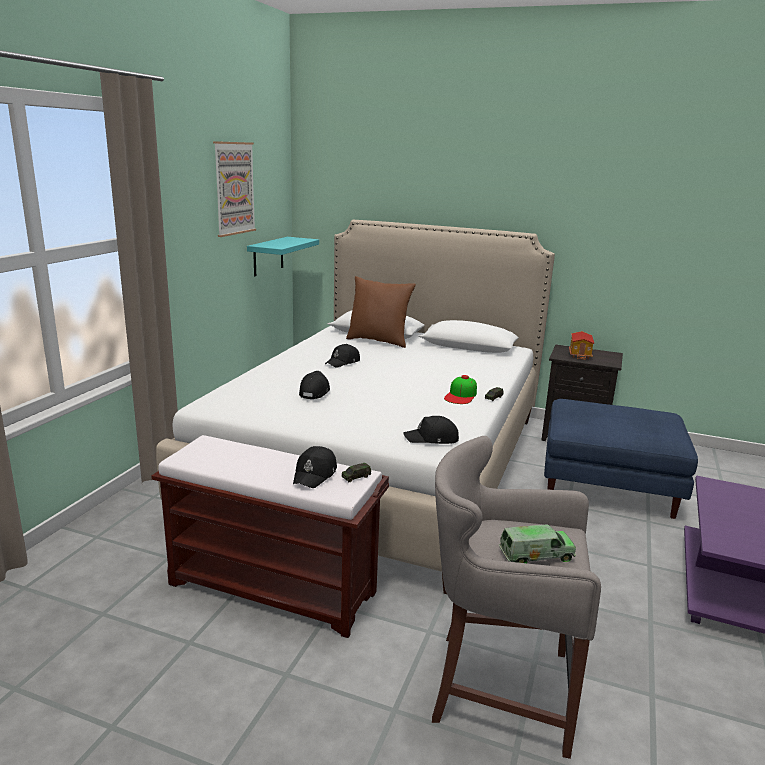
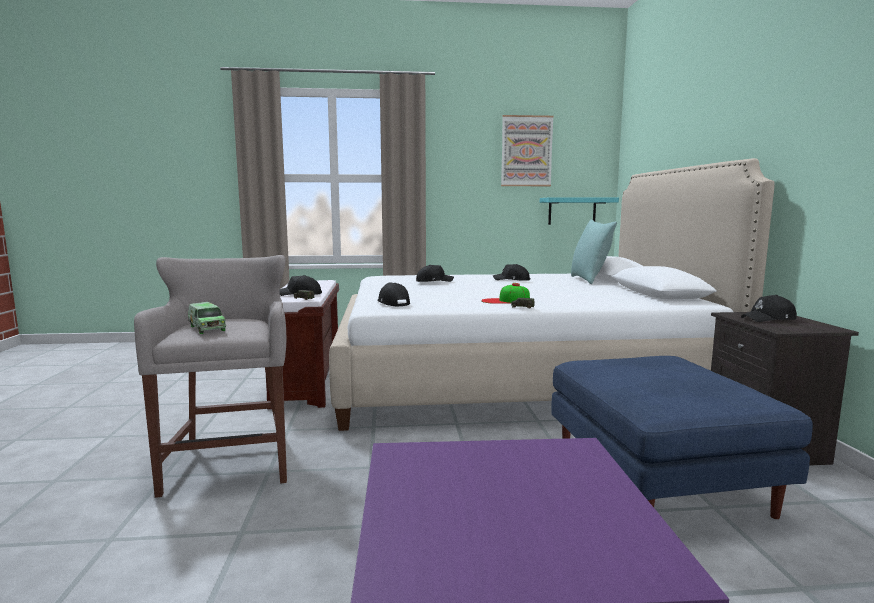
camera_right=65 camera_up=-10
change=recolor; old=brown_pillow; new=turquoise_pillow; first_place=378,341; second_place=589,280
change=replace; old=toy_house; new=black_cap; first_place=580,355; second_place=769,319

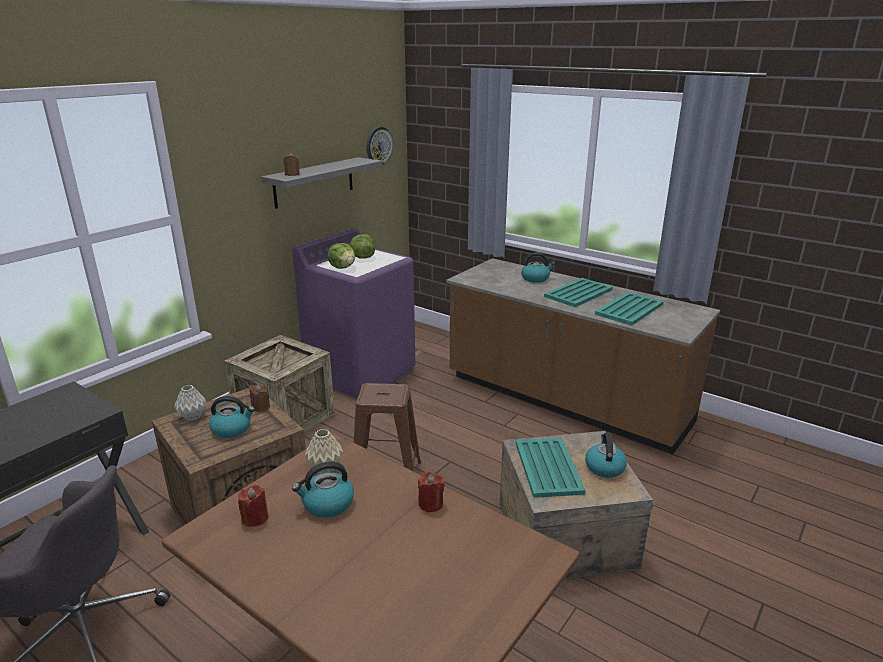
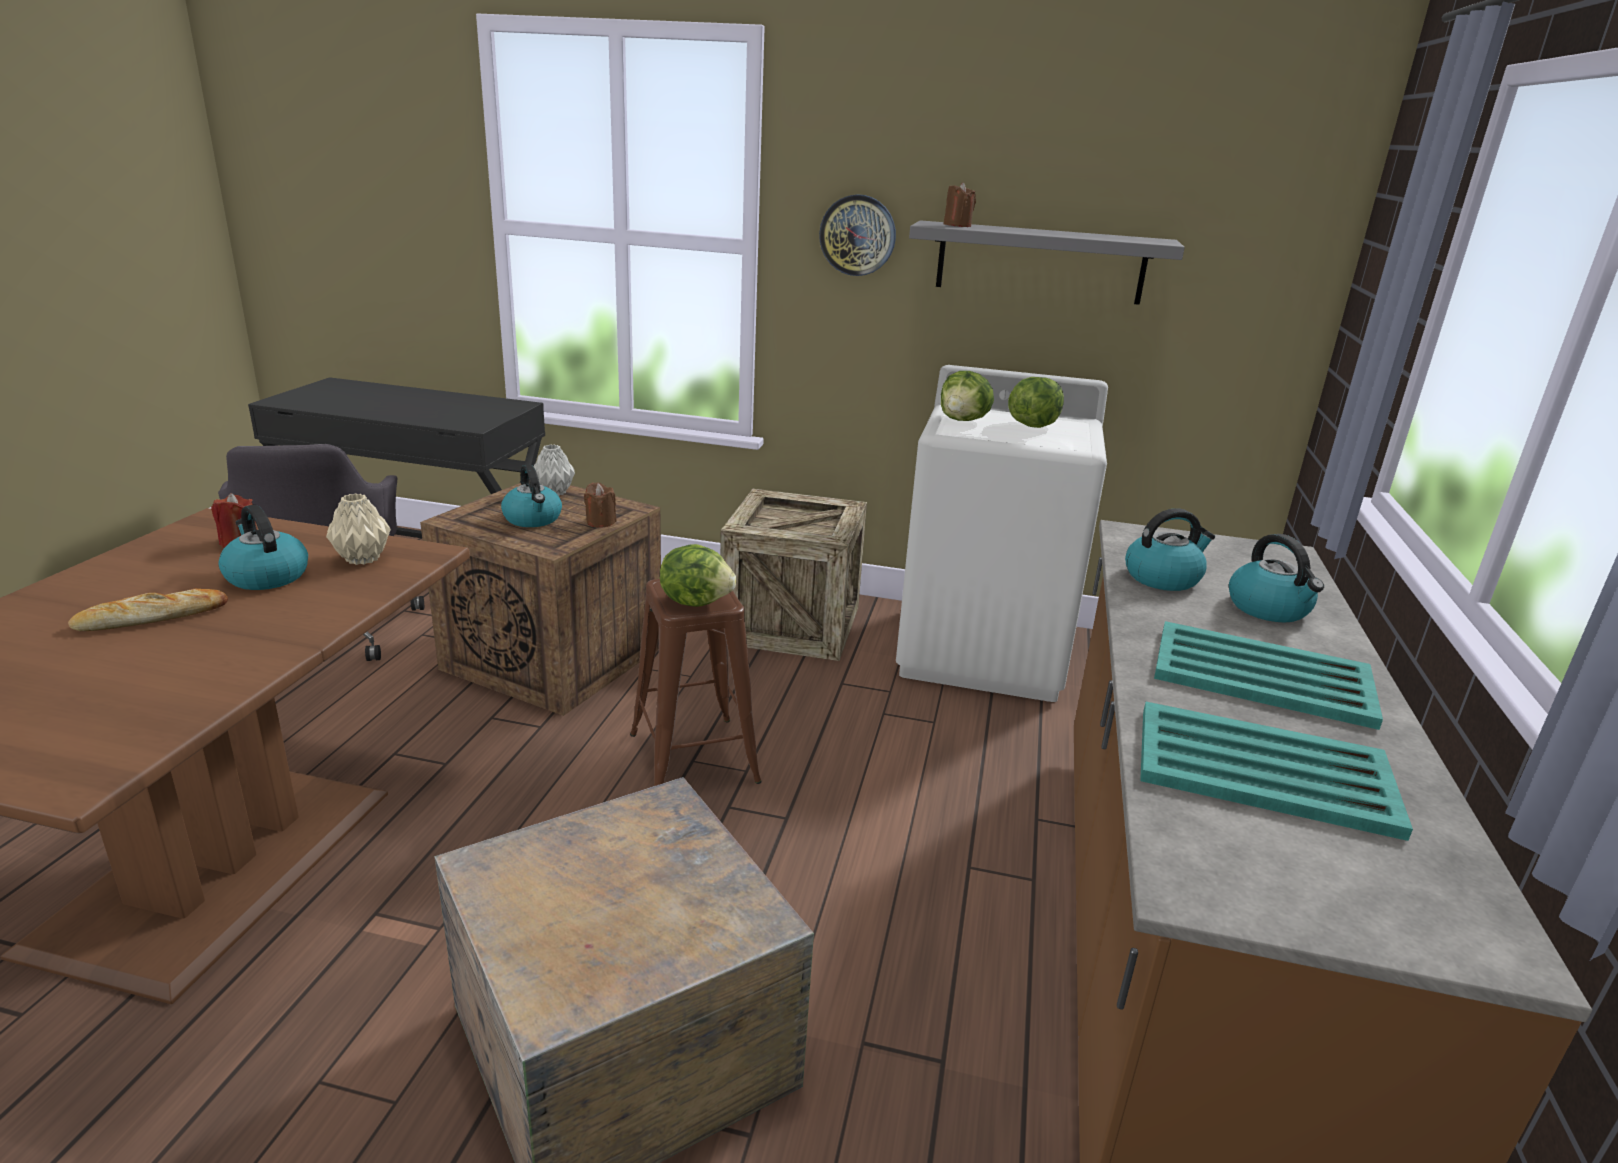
camera_right=65 camera_up=0
change=insert; new=bread; second_place=152,617
change=insert; new=lettuce; second_place=696,601
change=move; old=wall_clock; first_place=379,146; second_place=857,235
change=recolor; old=purple_washing_machine; new=white_washing_machine; first_place=361,373; second_place=984,652
change=move; old=kettle; first_place=604,467; second_place=1163,577
change=delete; old=red_candle; first_place=430,504
change=delete; old=turquoise_tray; first_place=548,468

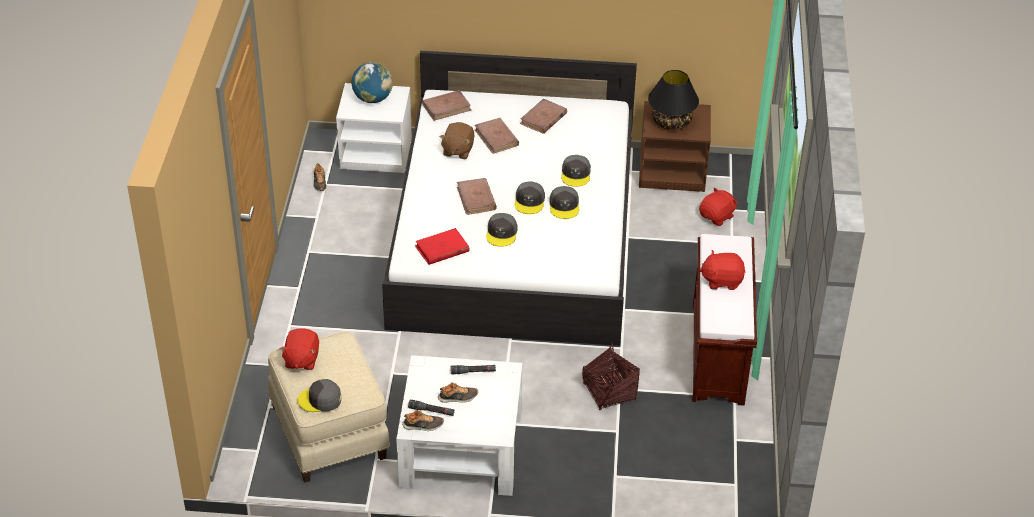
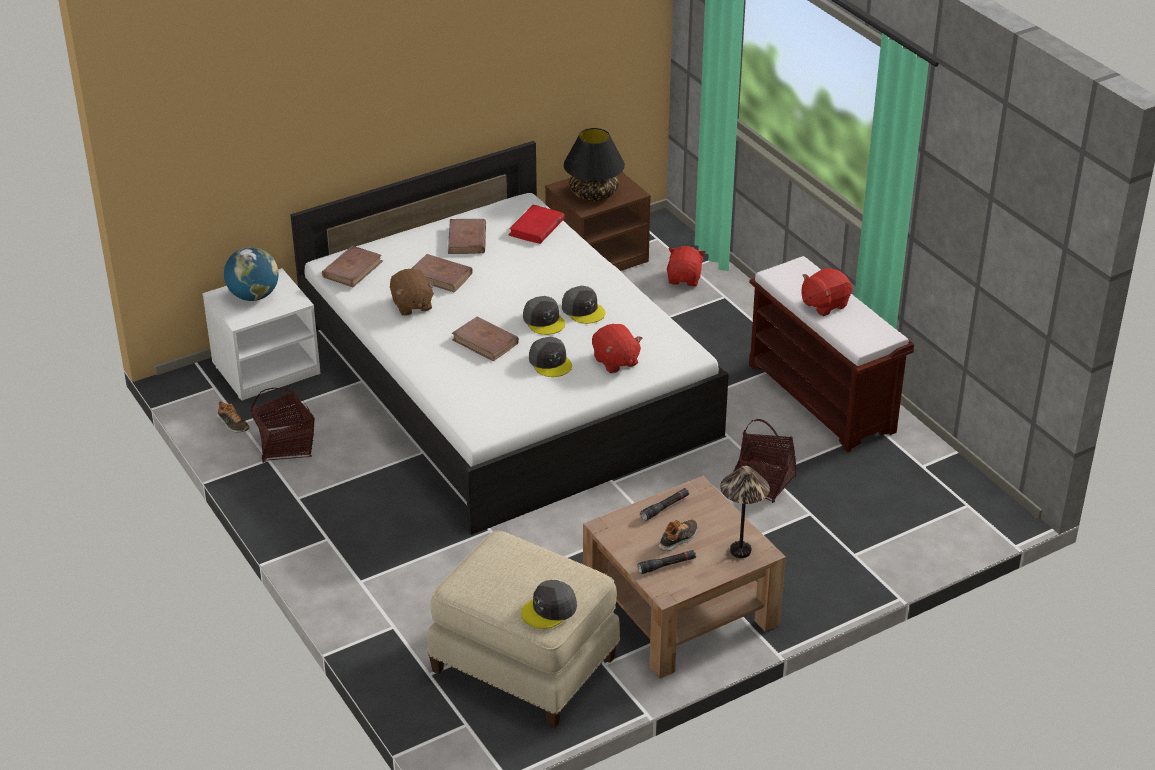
camera_right=-35 camera_up=-5
change=insert; new=basket; second_place=285,445
change=move; old=red_book; first_place=442,249; second_place=536,227
change=recolor; old=white_coffee_table; new=brown_coffee_table; first_place=461,449; second_place=680,608
change=move; old=red_plush_toy; first_place=301,360; second_place=615,361
change=insert; new=table_lamp; second_place=740,550
change=delete; old=shoe; first_place=423,425
change=delete; old=grey_cap; first_place=576,174

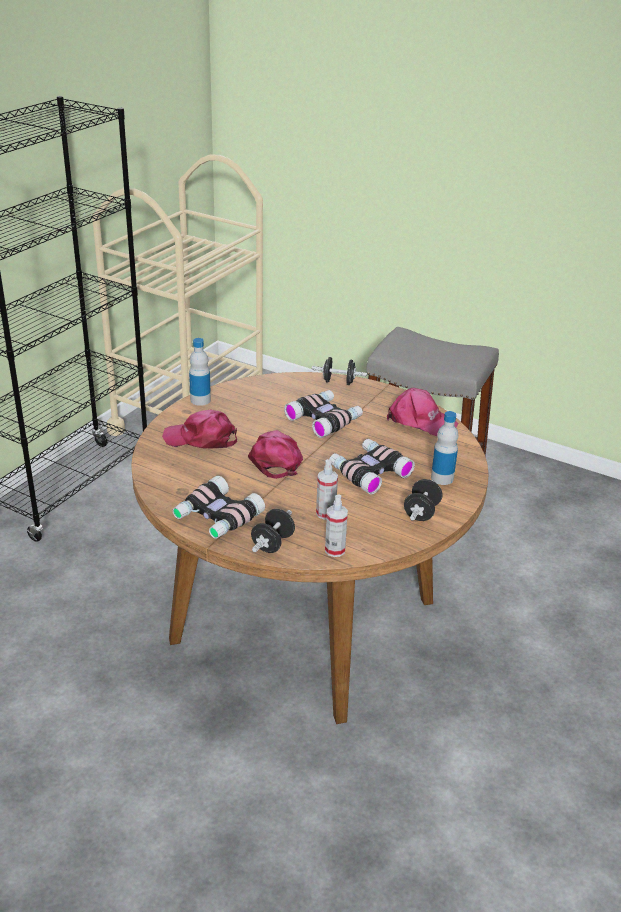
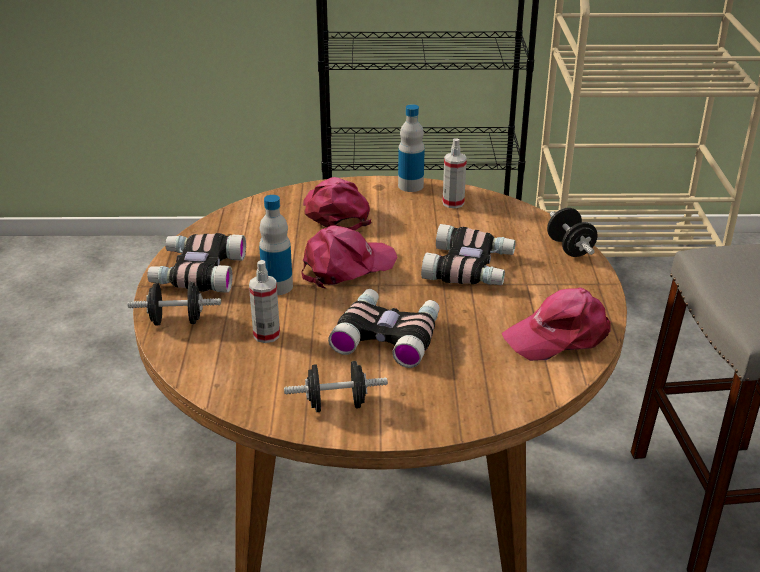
camera_right=60 camera_up=0
change=move; old=bottle; first_place=442,478; second_place=277,287
change=move; old=spray_bottle; first_place=335,550; second_place=453,203
change=rotate; old=pink_cap; first_place=420,421; second_place=559,336; degrees=75

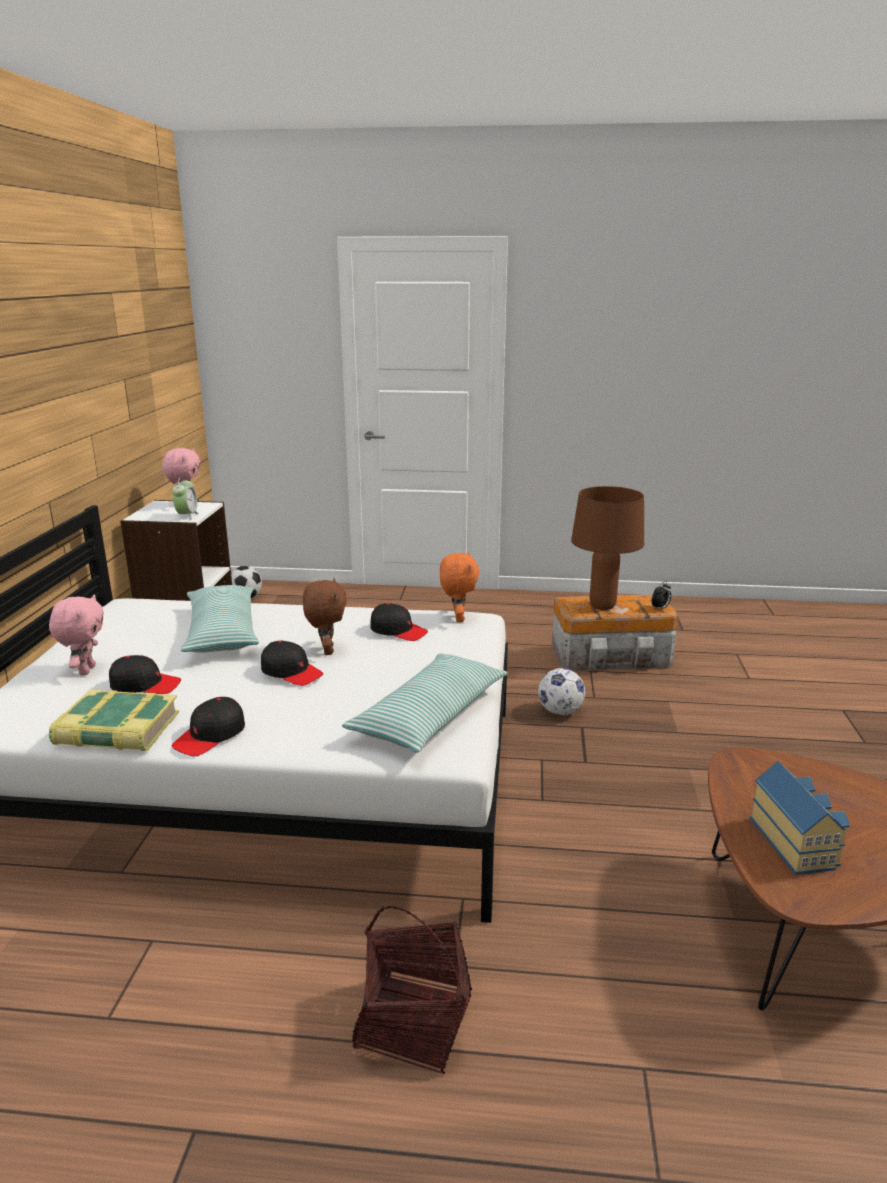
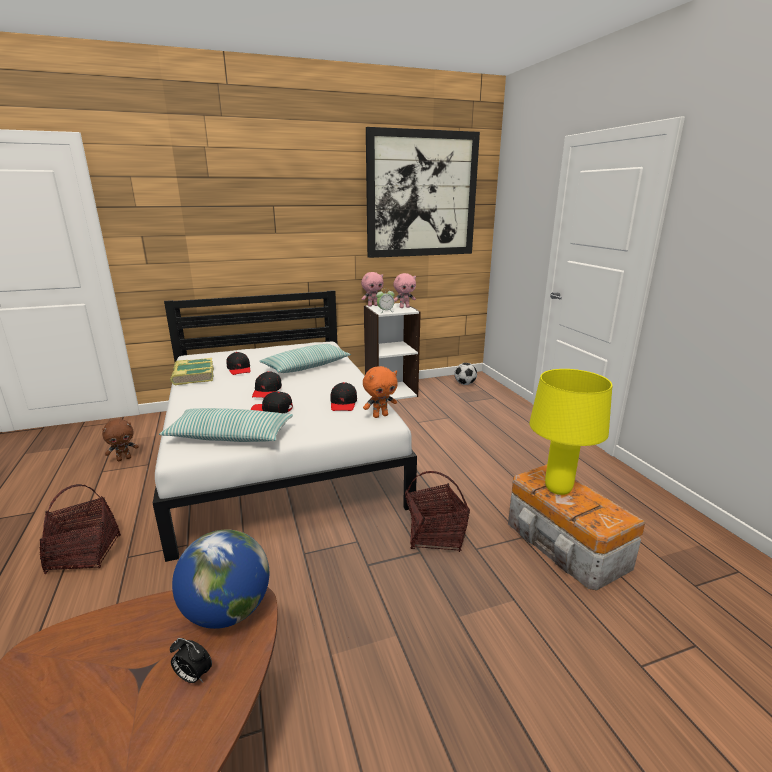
camera_right=65 camera_up=0
change=move; old=brown_plush_toy; first_place=326,650; second_place=124,458
change=move; old=alarm_clock; first_place=660,608; second_place=193,676
change=insert; new=globe; second_place=227,611
change=move; old=black_cap; first_place=210,736; second_place=272,409
change=move; old=pink_plush_toy; first_place=86,670; second_place=372,305
change=insert; new=picture; second_place=422,195
change=replace; old=football; new=basket; first_place=560,711; second_place=435,535
change=recolor; old=brown_table_lamp; new=yellow_table_lamp; first_place=603,606; second_place=558,489
change=delete; old=toy_house; first_place=795,841

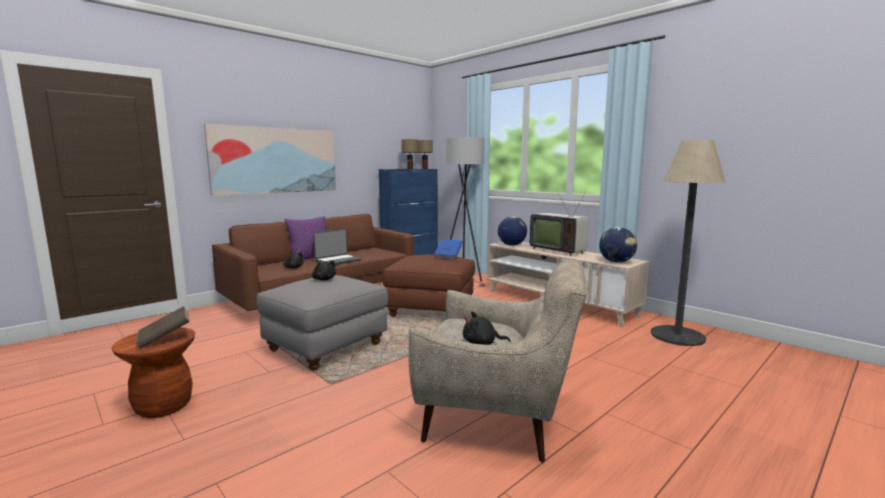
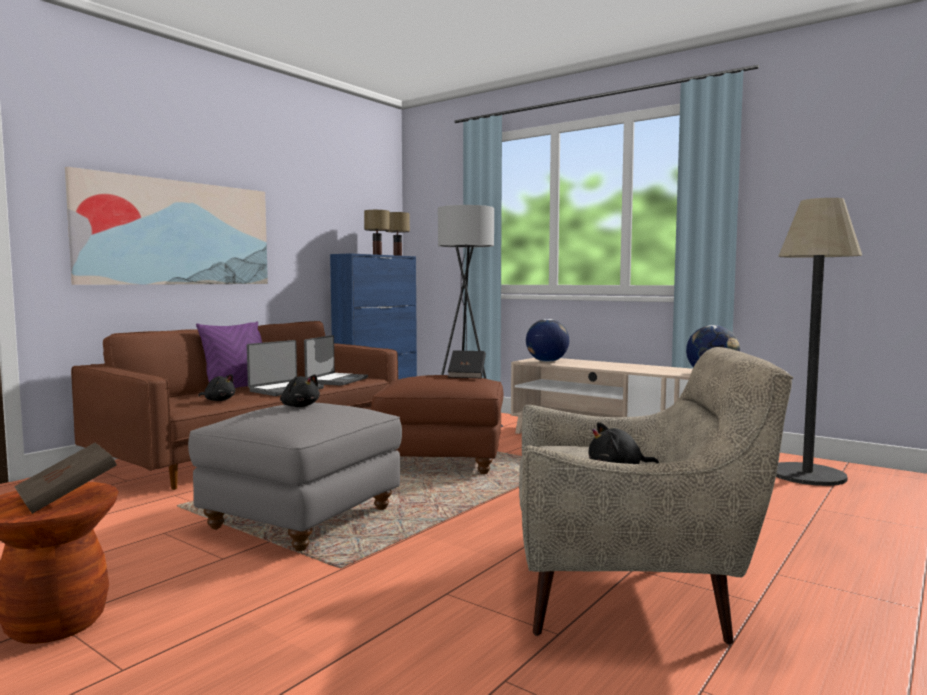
camera_right=-10 camera_up=-5
change=insert; new=laptop; second_place=336,380
change=recolor; old=blue_book; new=black_book; first_place=448,256; second_place=467,375
change=delete; old=television; first_place=558,250

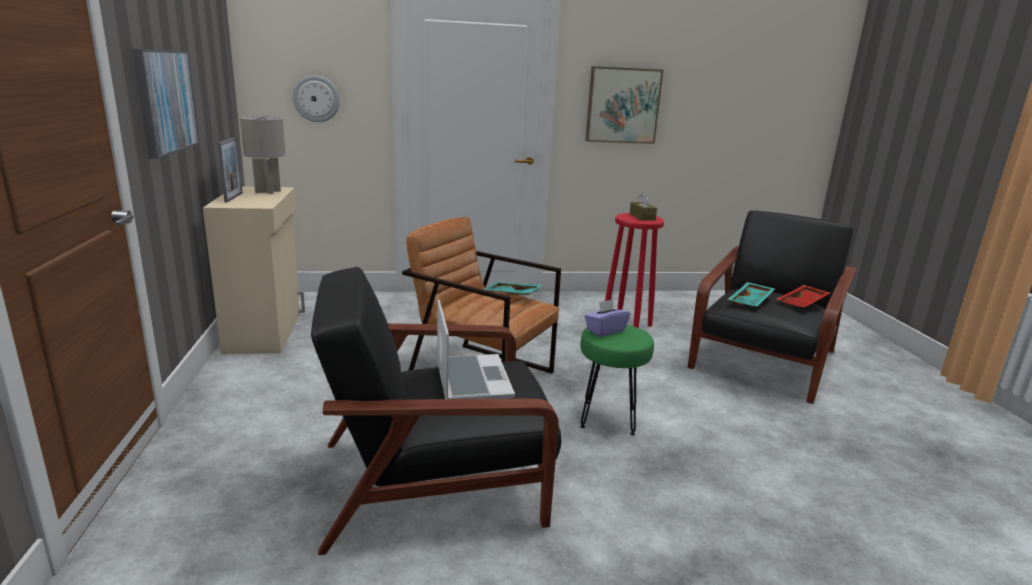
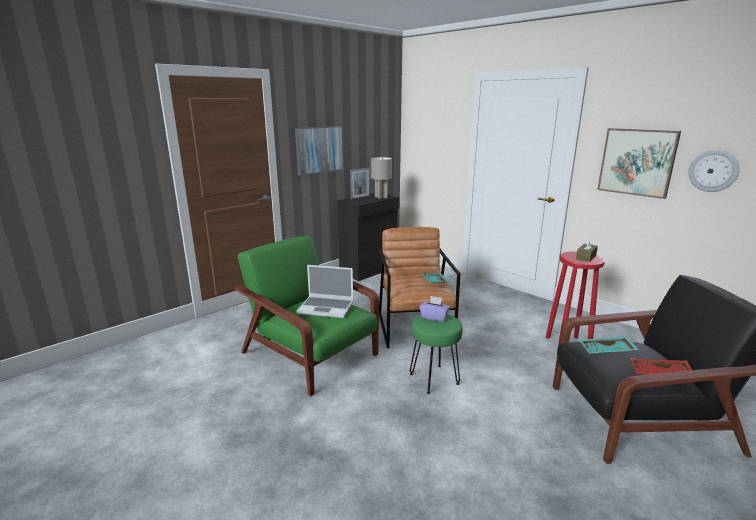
camera_right=55 camera_up=0
change=recolor; old=black_armchair; new=green_armchair; first_place=436,481; second_place=311,355
change=rotate; old=laptop; first_place=471,379; second_place=326,308; degrees=60
change=recolor; old=beige_cabinet; new=black_cabinet; first_place=265,332; second_place=369,270
change=move; old=wall_clock; first_place=316,98; second_place=713,171

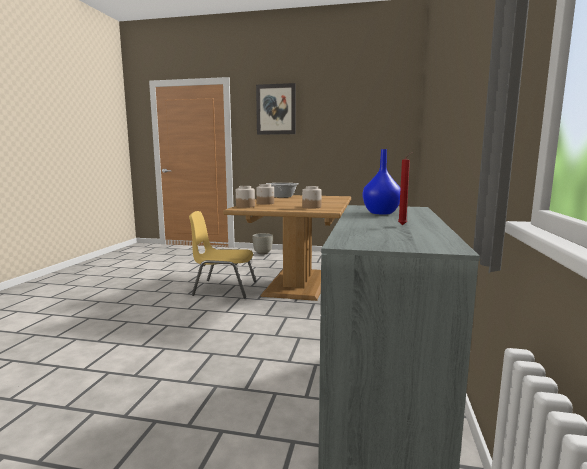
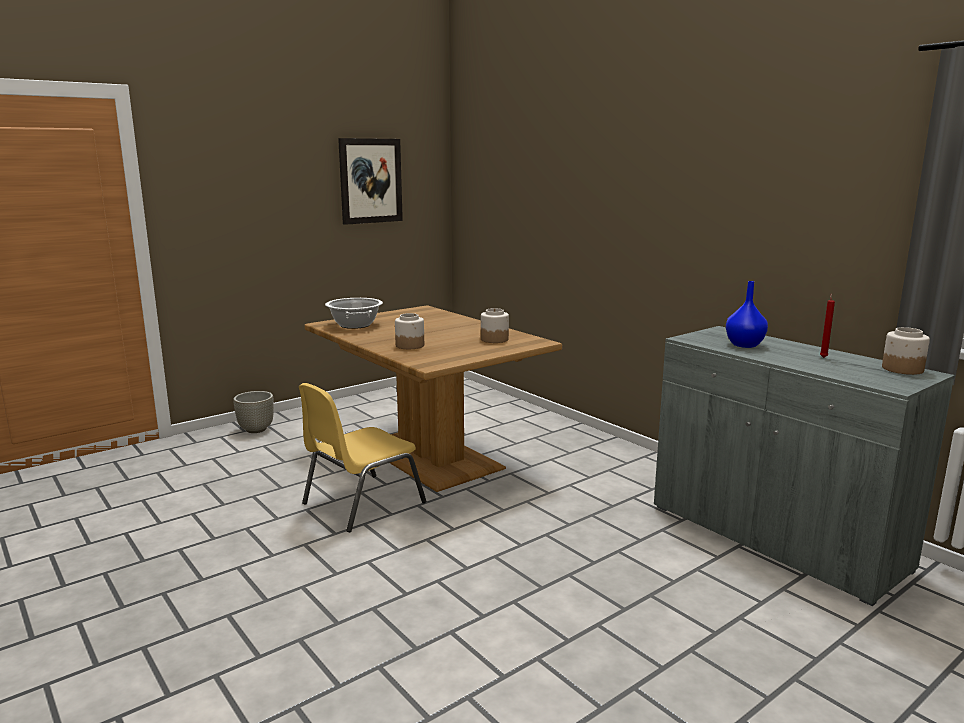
camera_right=-50 camera_up=5
change=move; old=picture; first_place=276,109; second_place=370,181
change=move; old=jar; first_place=245,206; second_place=902,369

